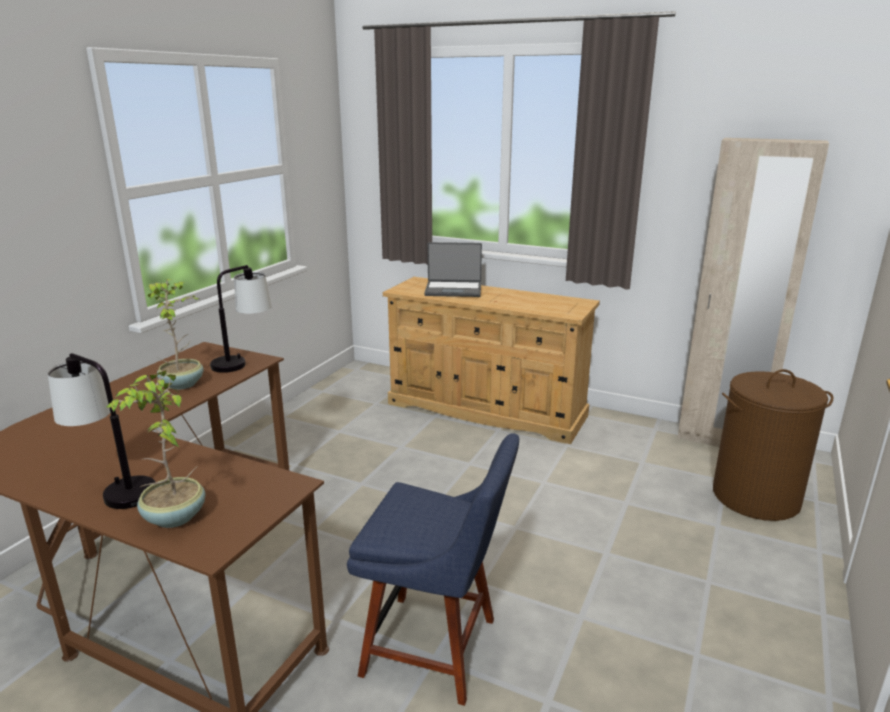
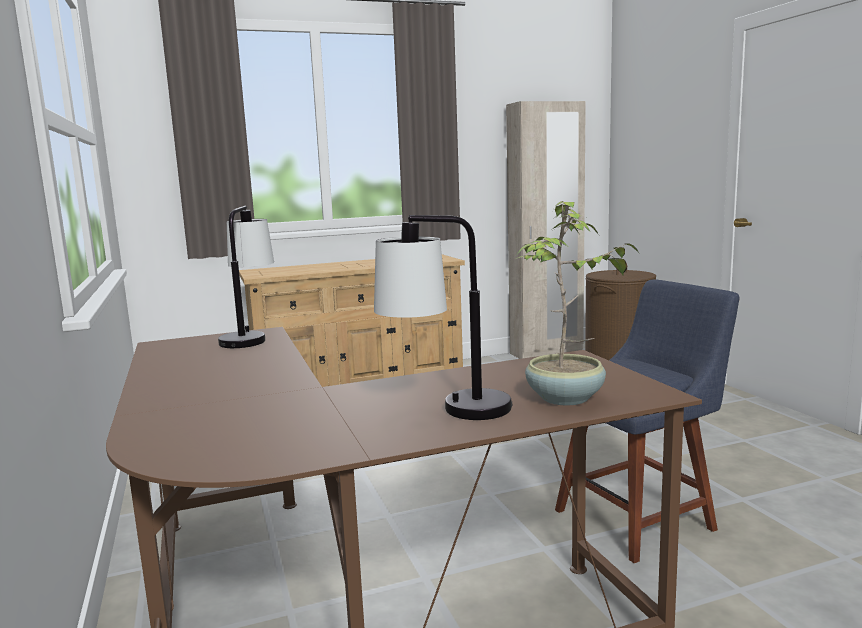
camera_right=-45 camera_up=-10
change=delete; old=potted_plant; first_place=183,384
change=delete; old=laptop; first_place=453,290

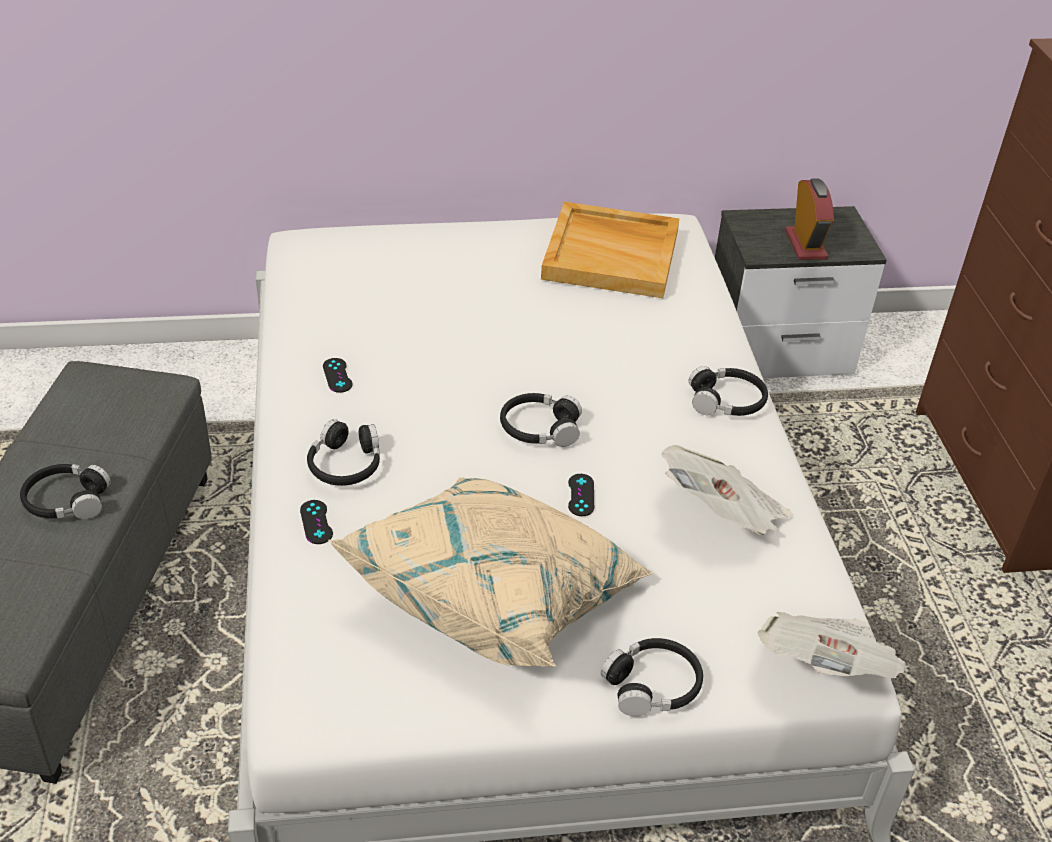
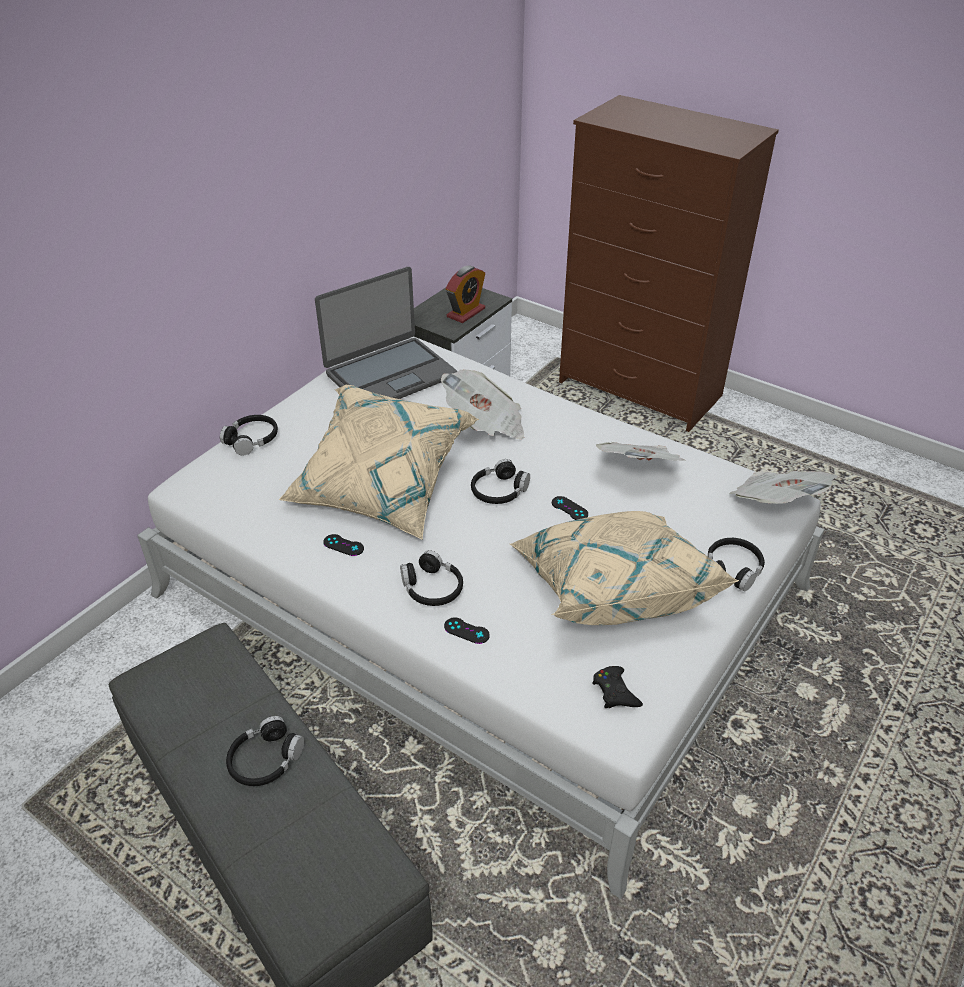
camera_right=-45 camera_up=0
change=move; old=black_headphones; first_place=727,401; second_place=252,440
change=insert; new=beige_pillow; second_place=380,486
change=replace; old=beige_tray; new=laptop; first_place=612,254; second_place=390,374
change=insert; new=newspaper; second_place=485,424
change=rotate; old=alarm_clock; first_place=805,245; second_place=466,312; degrees=90
change=insert; new=black_game_controller; second_place=615,692

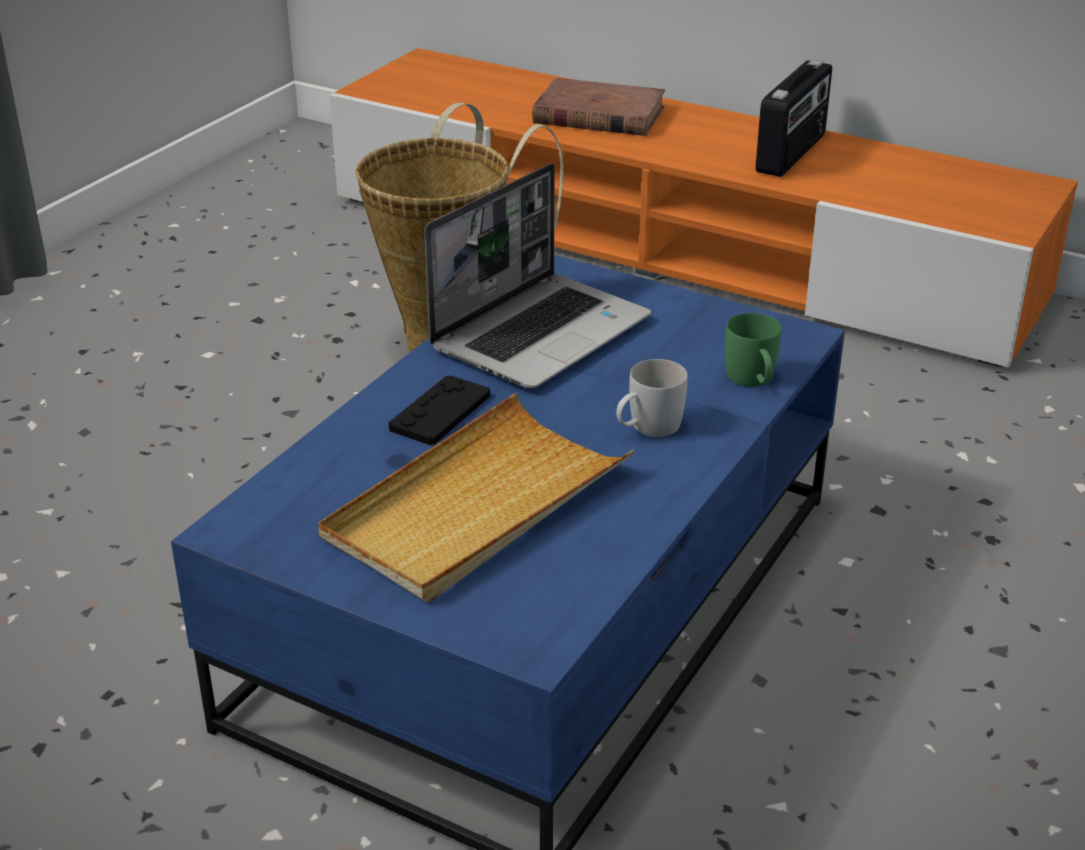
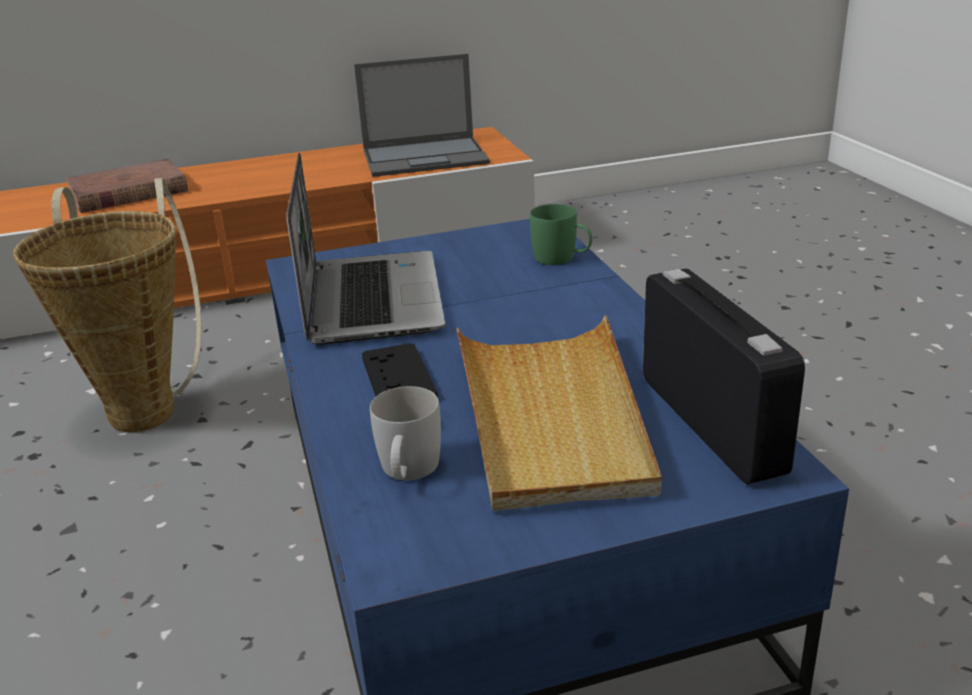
camera_right=-45 camera_up=-5
change=insert; new=laptop; second_place=426,157
change=move; old=white_mug; first_place=647,428; second_place=408,472
change=move; old=radio; first_place=792,153; second_place=712,423

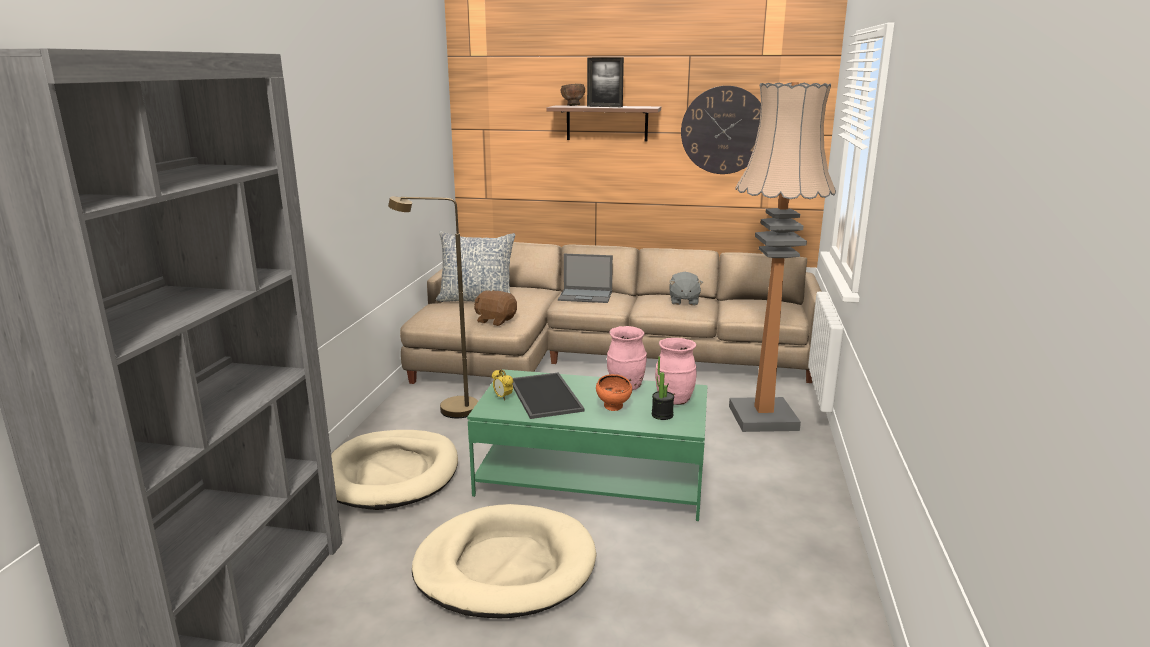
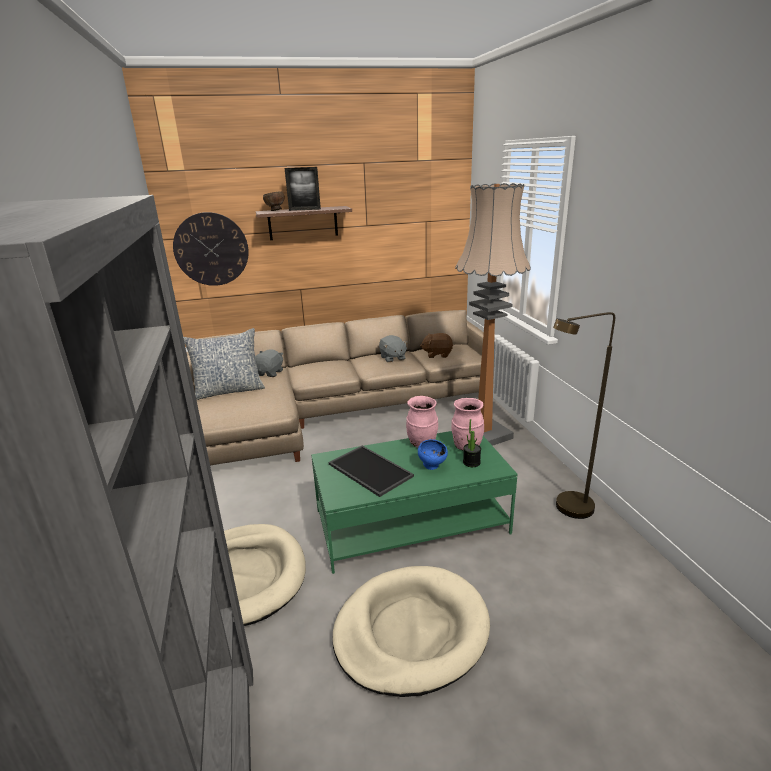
camera_right=-25 camera_up=5
change=move; old=wall_clock; first_place=724,130; second_place=211,249
change=insert; new=grey_plush_toy; second_place=269,373
change=recolor; old=orange_bowl; new=blue_bowl; first_place=614,408; second_place=432,466
change=move; old=brown_plush_toy; first_place=495,320; second_place=437,354
change=move; old=brown_floor_lamp; first_place=448,410; second_place=567,510
change=delete; old=alarm_clock; first_place=503,397
change=delete; old=laptop; first_place=586,296

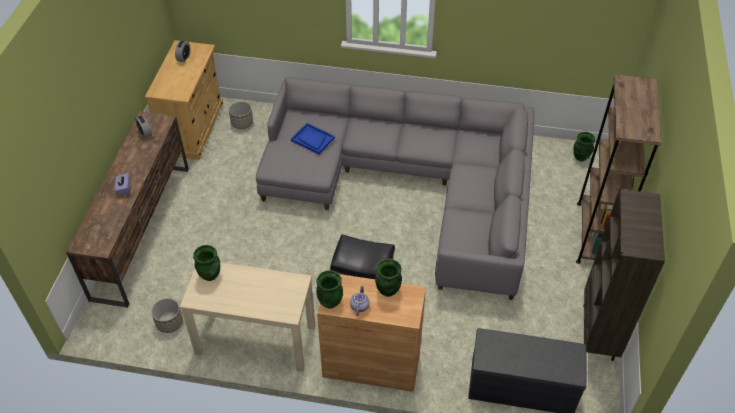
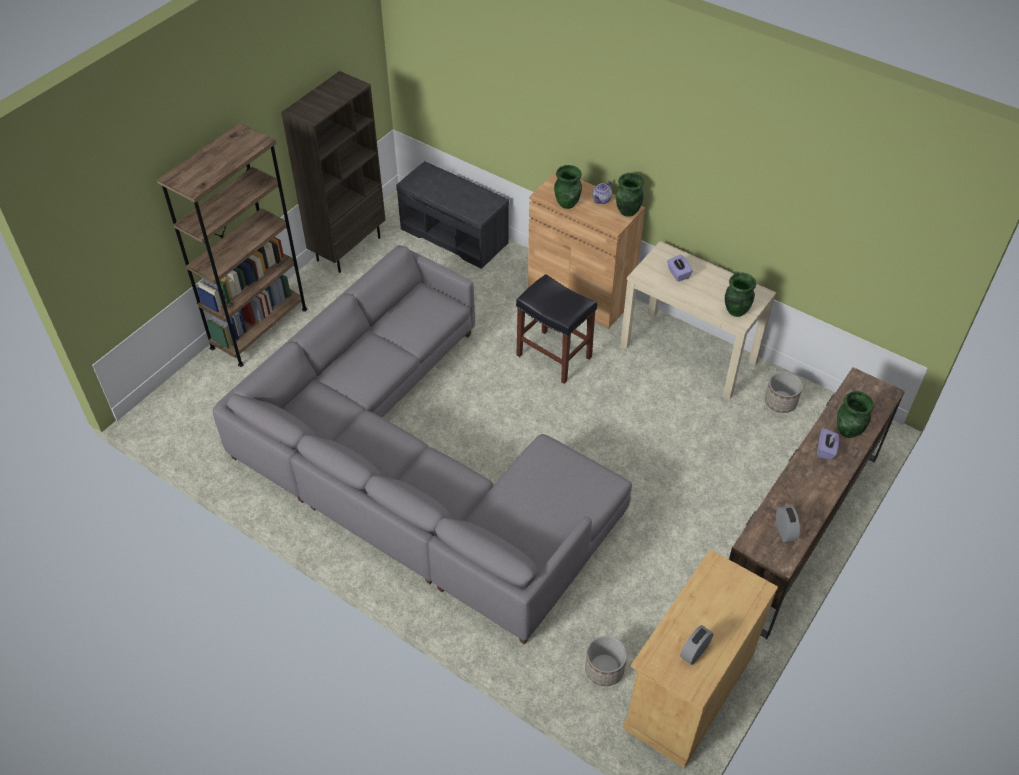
camera_right=-155 camera_up=0
change=insert; new=purple_tissue_box; second_place=678,274
change=move; old=green_vase; first_place=580,157; second_place=848,431
change=delete; old=blue_tray; first_place=312,139

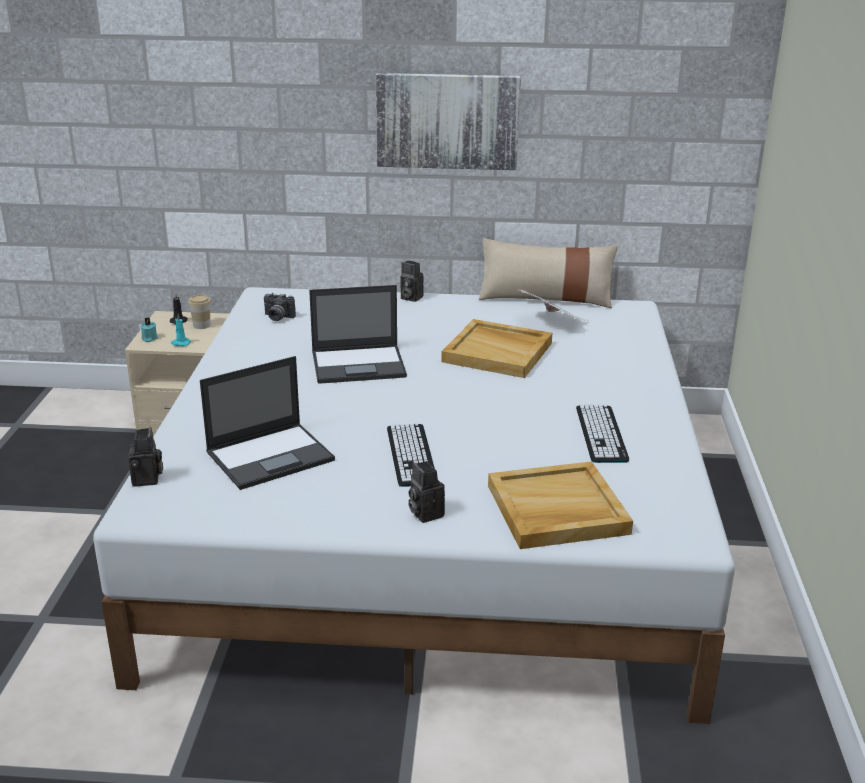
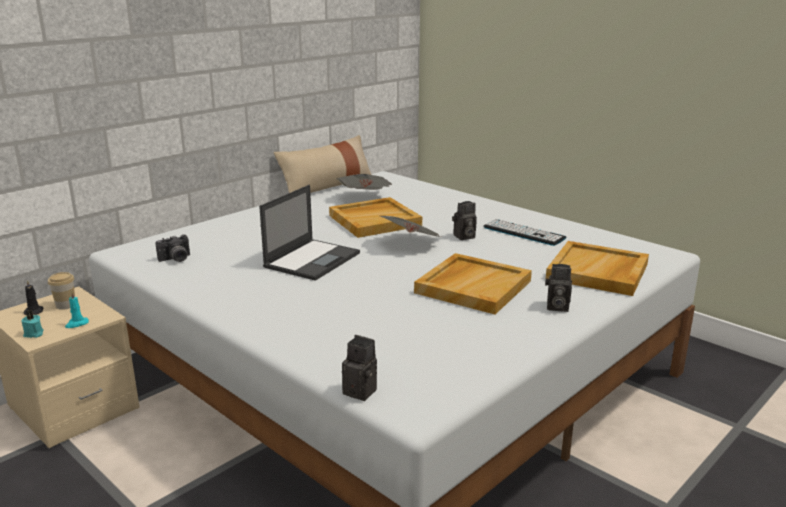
camera_right=-50 camera_up=-5
change=insert; new=newspaper; second_place=412,243
change=replace; old=keyboard; new=beige_tray; first_place=411,455; second_place=473,286
change=move; old=photo_camera; first_place=410,297; second_place=464,237
change=delete; old=laptop; first_place=271,456
change=delete; old=picture; first_place=447,121

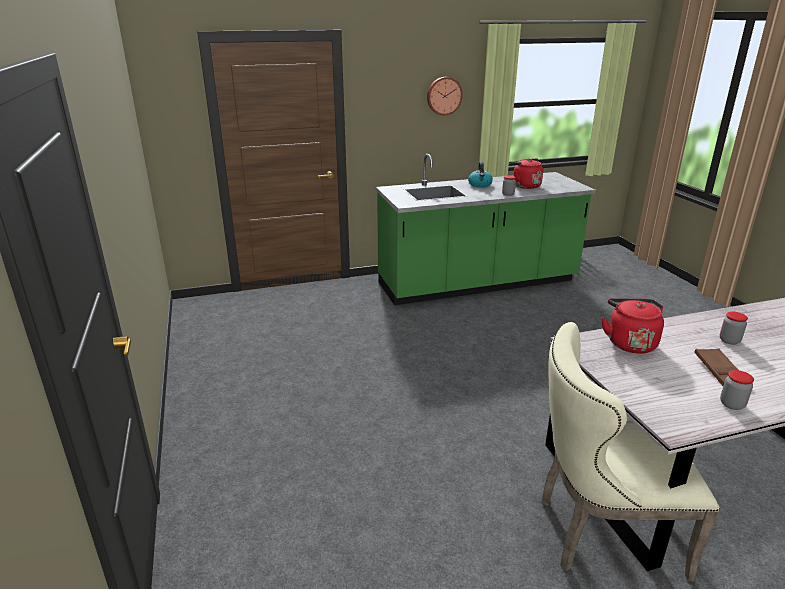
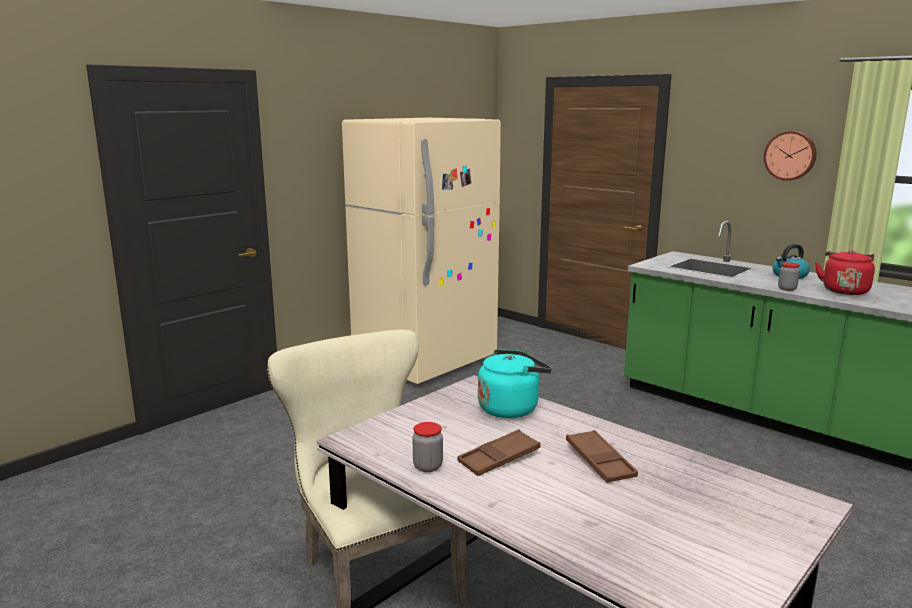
camera_right=60 camera_up=-10
change=insert; new=beige_fridge; second_place=426,362
change=recolor; old=red_kettle; new=turquoise_kettle; first_place=629,342; second_place=511,408
change=replace; old=jar; new=brown_tray; first_place=729,340; second_place=600,461

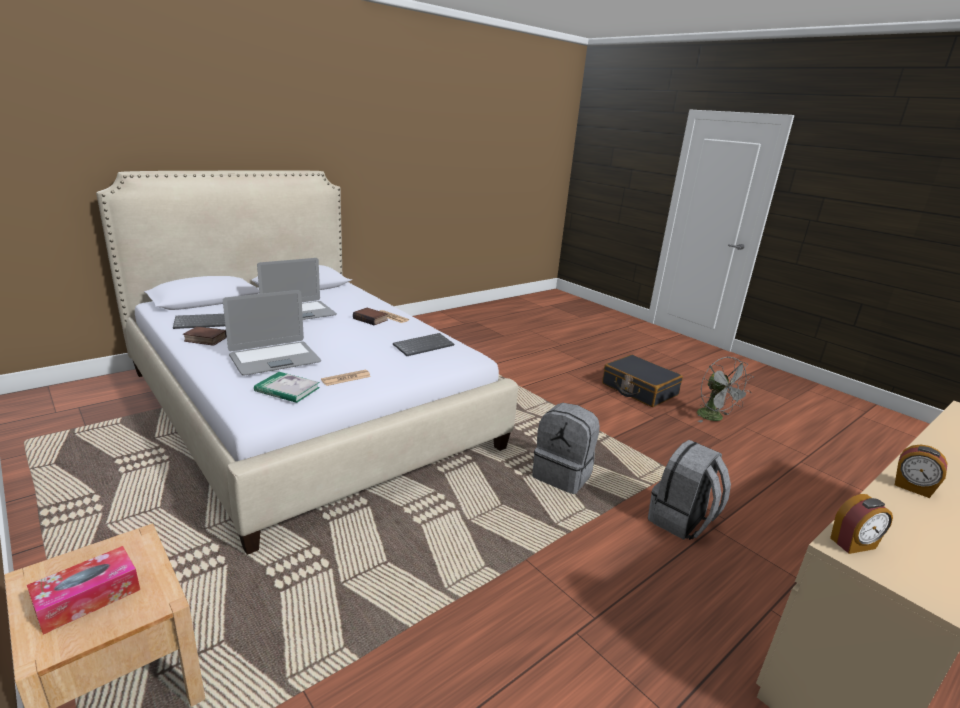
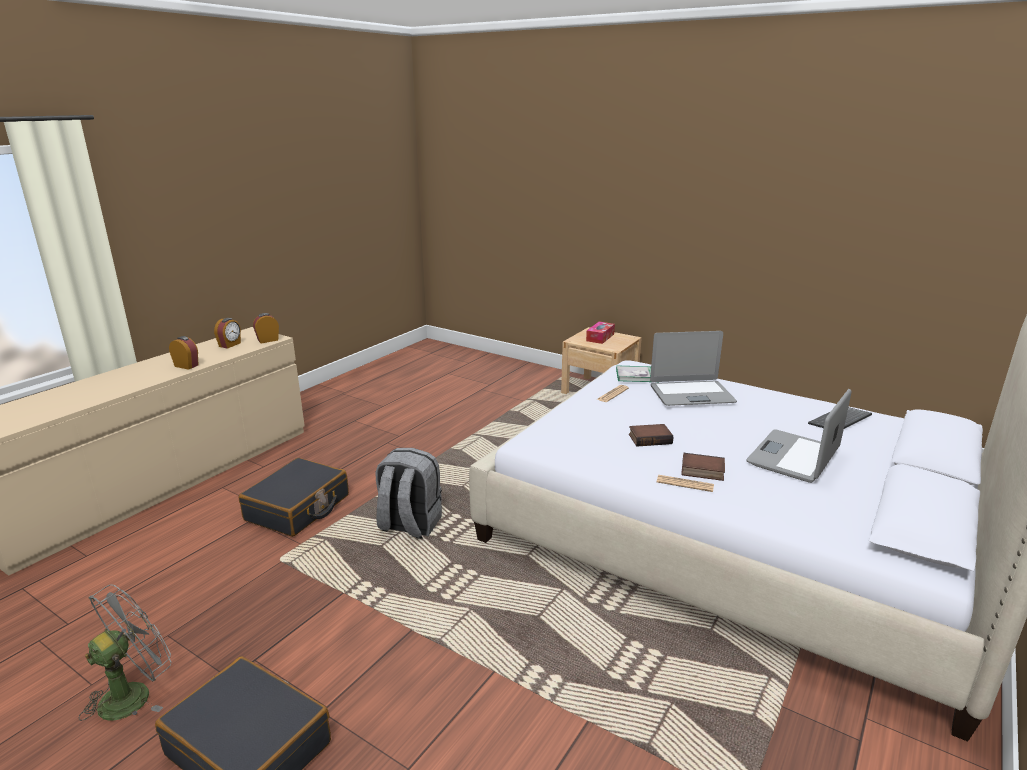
camera_right=165 camera_up=0
change=rotate; old=grey_fan; first_place=714,418; second_place=134,693; degrees=75
change=insert; new=alarm_clock; second_place=230,345
change=replace; old=grey_backpack; new=black_suitcase; first_place=681,521; second_place=298,508
change=move; old=book; first_place=204,339; second_place=650,438
change=rotate; old=laptop; first_place=274,359; second_place=691,394; degrees=-135
change=delete; old=keyboard; first_place=423,345

